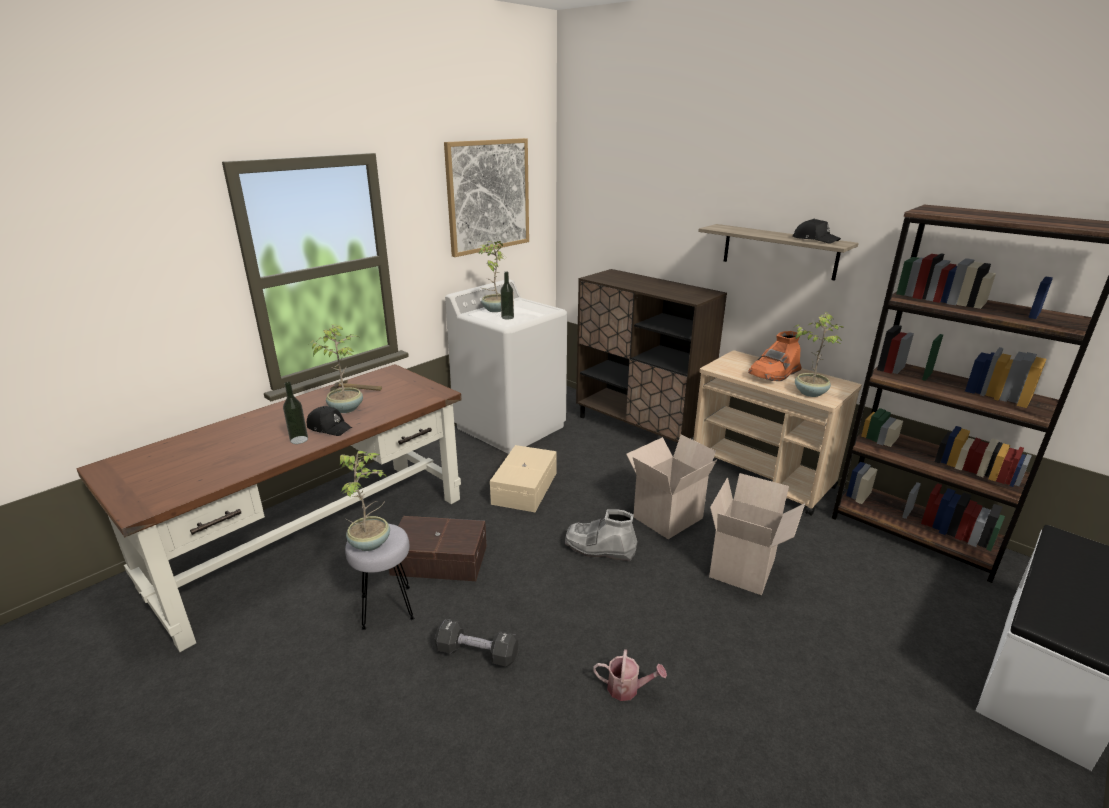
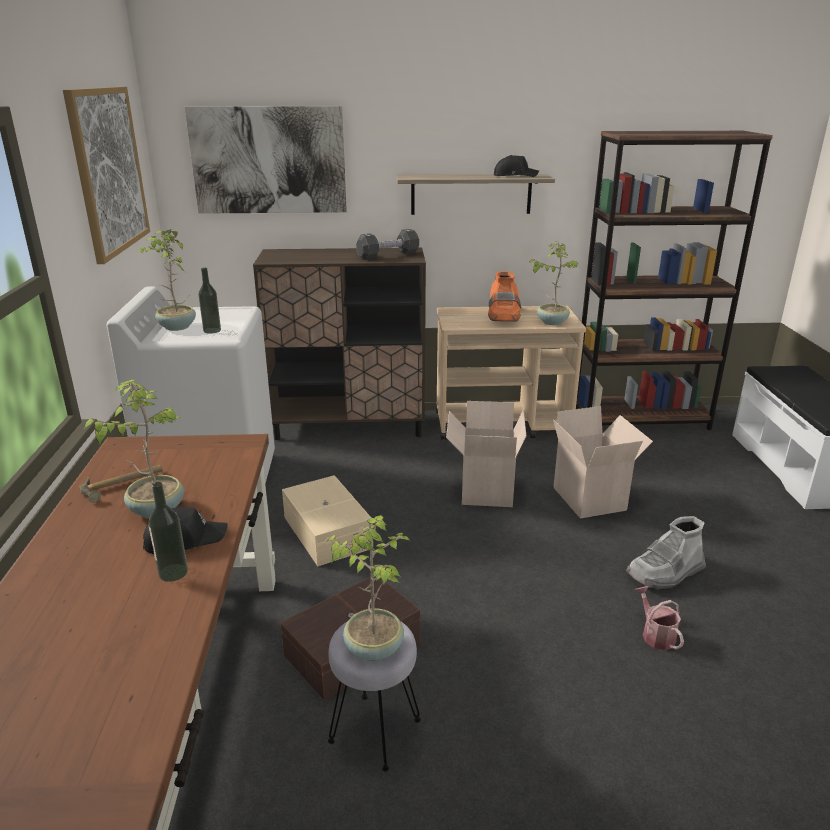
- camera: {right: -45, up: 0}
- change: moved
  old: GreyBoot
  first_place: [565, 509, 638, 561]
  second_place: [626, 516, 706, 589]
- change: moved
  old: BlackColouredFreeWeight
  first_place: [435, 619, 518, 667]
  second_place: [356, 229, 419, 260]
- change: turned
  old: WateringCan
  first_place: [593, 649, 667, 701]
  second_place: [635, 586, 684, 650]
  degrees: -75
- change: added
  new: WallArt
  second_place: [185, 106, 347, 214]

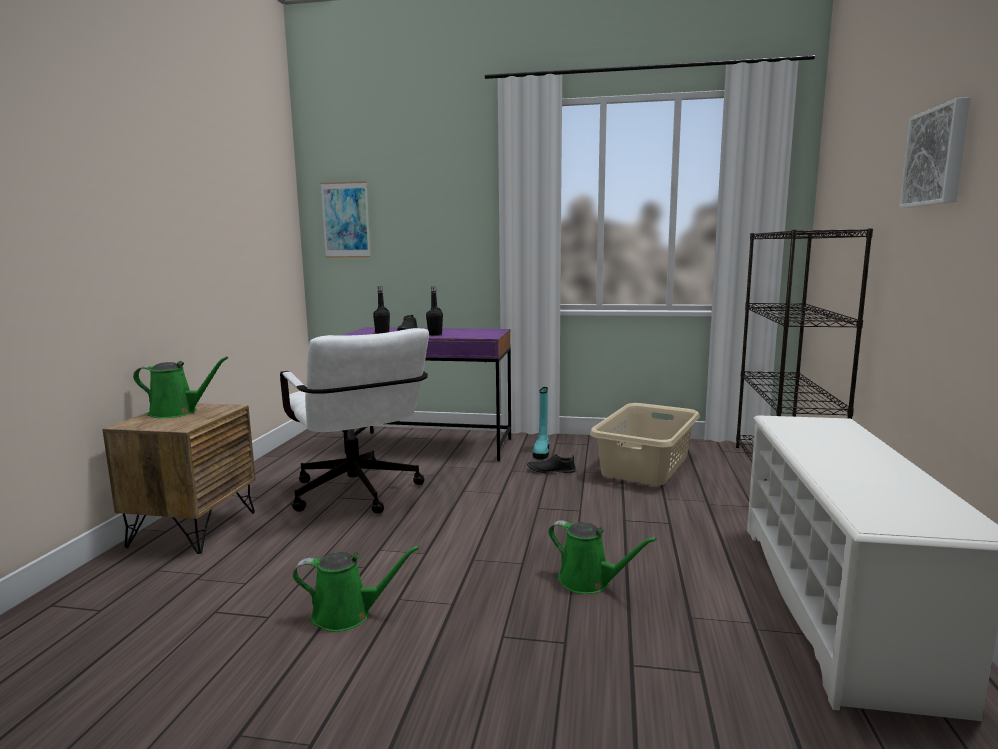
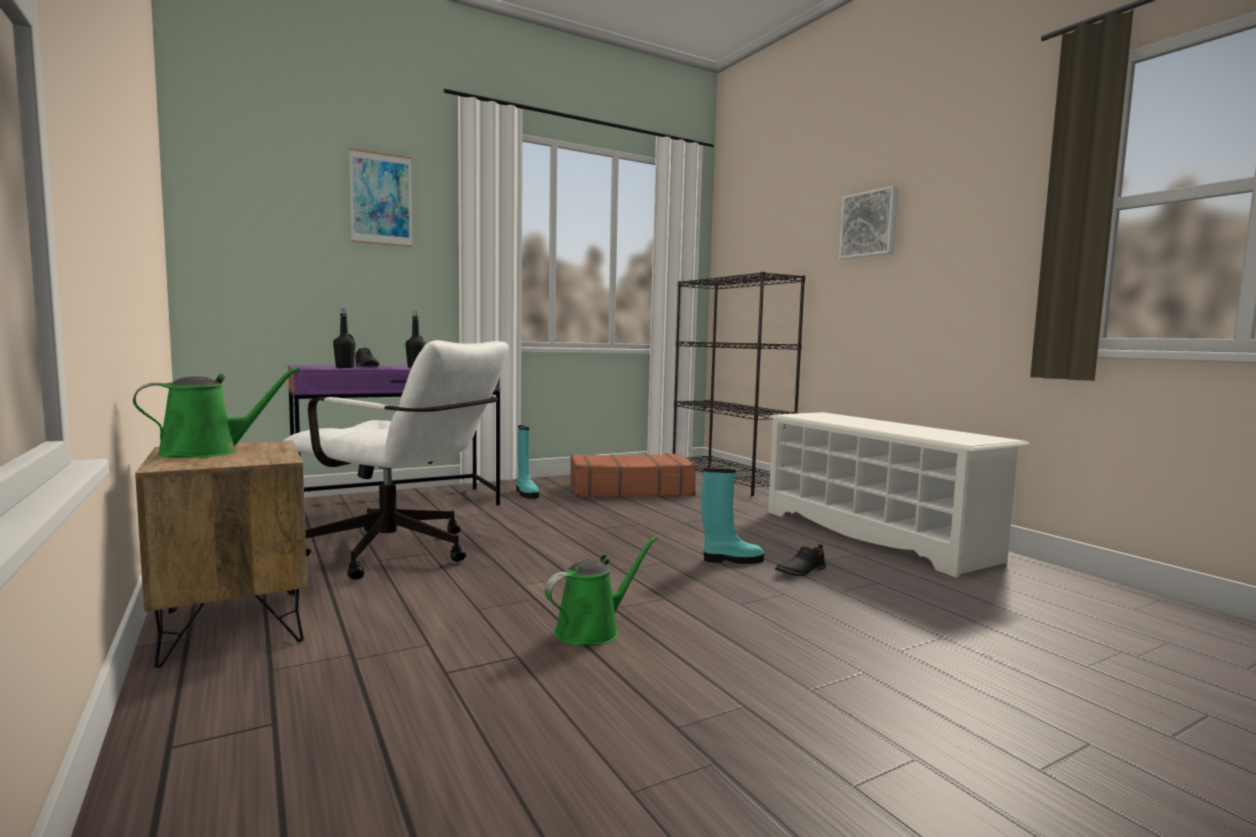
- camera: {right: -40, up: -5}
- change: moved
  old: WallArt
  first_place: [320, 181, 371, 258]
  second_place: [349, 148, 413, 247]
- change: replaced
  old: BeigeHamper
  new: BrownishSuitcase
  first_place: [590, 403, 700, 485]
  second_place: [570, 453, 696, 498]
- change: moved
  old: BlackColouredItemOfFootwear
  first_place: [527, 454, 576, 473]
  second_place: [775, 544, 826, 576]
- change: replaced
  old: GreenishWateringCan
  new: BlueGreenBoot
  first_place: [548, 520, 657, 594]
  second_place: [701, 469, 764, 564]

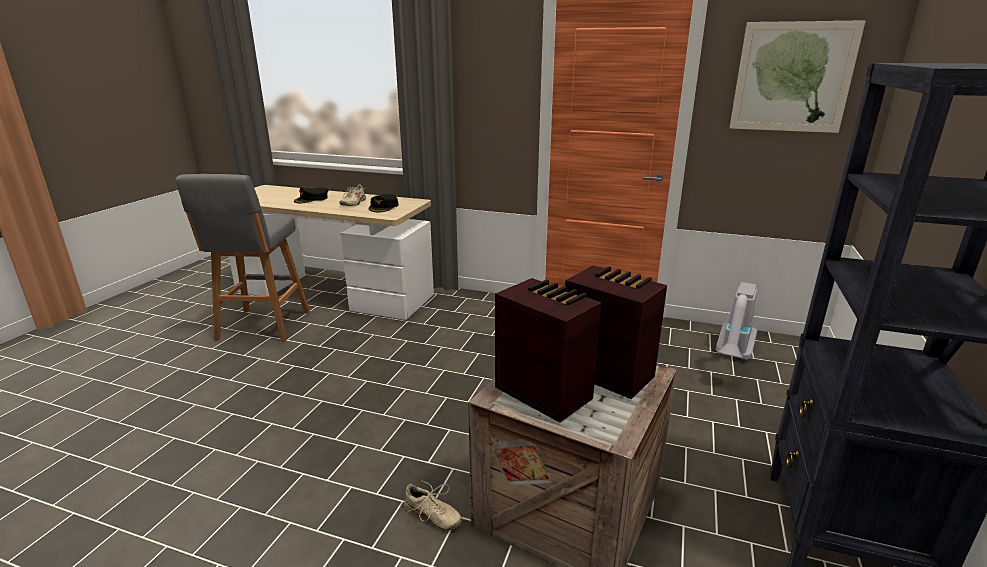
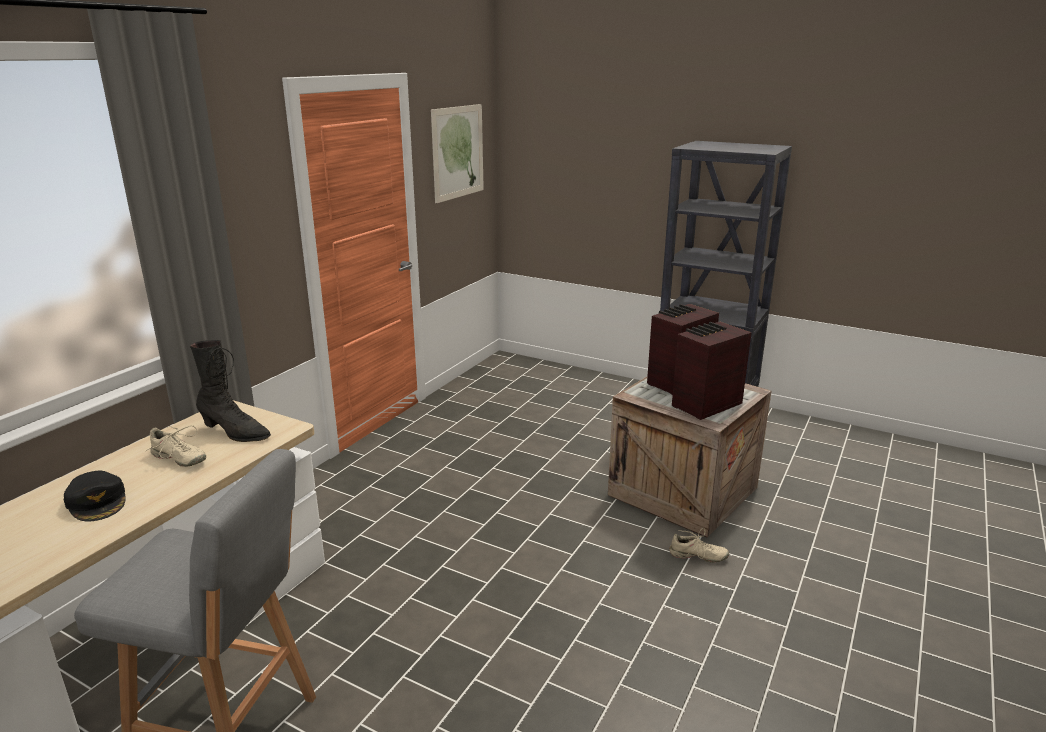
- camera: {right: -80, up: 0}
- change: replaced
  old: BlackColouredCap
  new: BlackColouredBoot
  first_place: [368, 194, 399, 212]
  second_place: [190, 340, 271, 442]
- change: removed
  old: VacuumCleaner
  first_place: [716, 282, 757, 361]
- change: turned
  old: BeigeItemOfFootwear
  first_place: [404, 480, 462, 530]
  second_place: [669, 527, 729, 563]
  degrees: 60

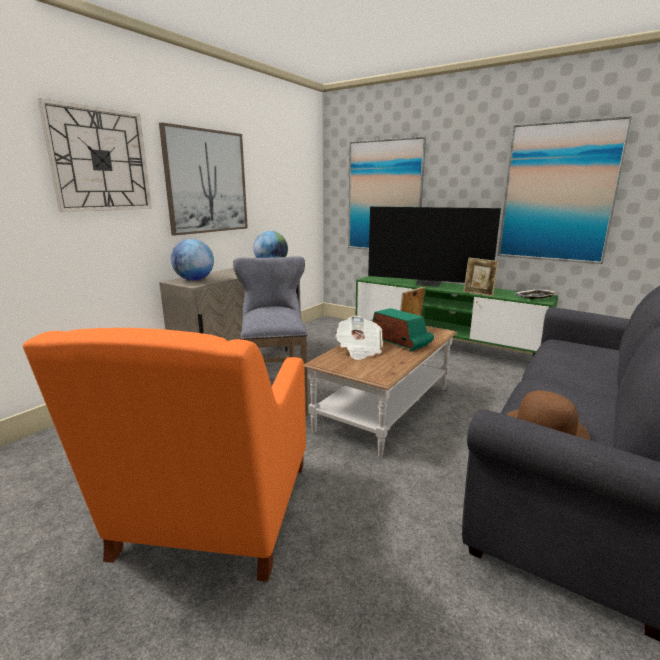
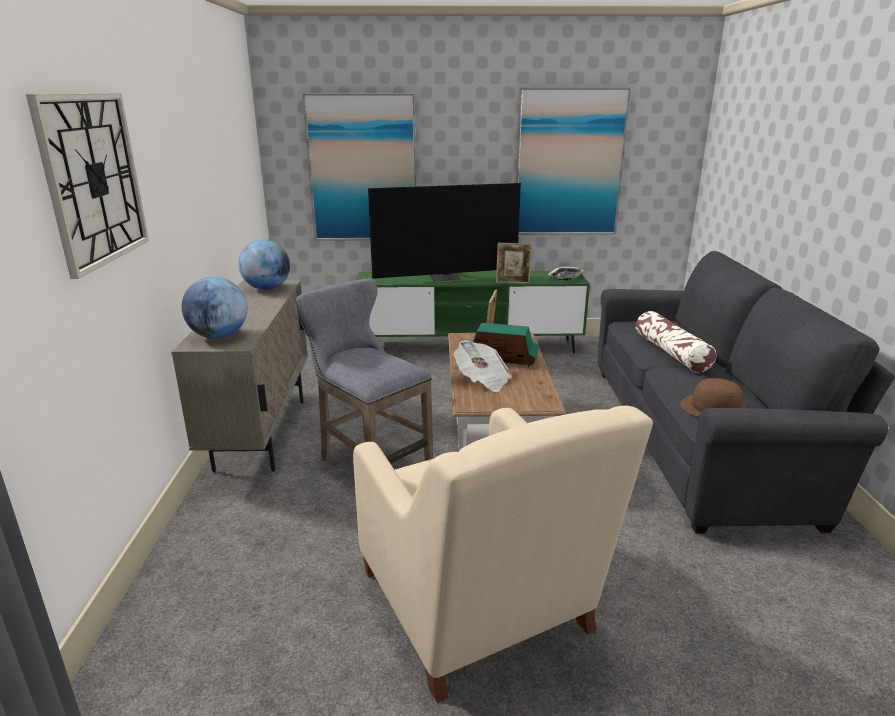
- camera: {right: -35, up: 5}
- change: removed
  old: WallArt
  first_place: [159, 122, 248, 236]
- change: recoloured
  old: OrangeColouredEasyChair
  new: BeigeEasyChair
  first_place: [23, 328, 306, 582]
  second_place: [353, 406, 653, 703]
- change: added
  new: Cushion
  second_place: [636, 311, 717, 373]

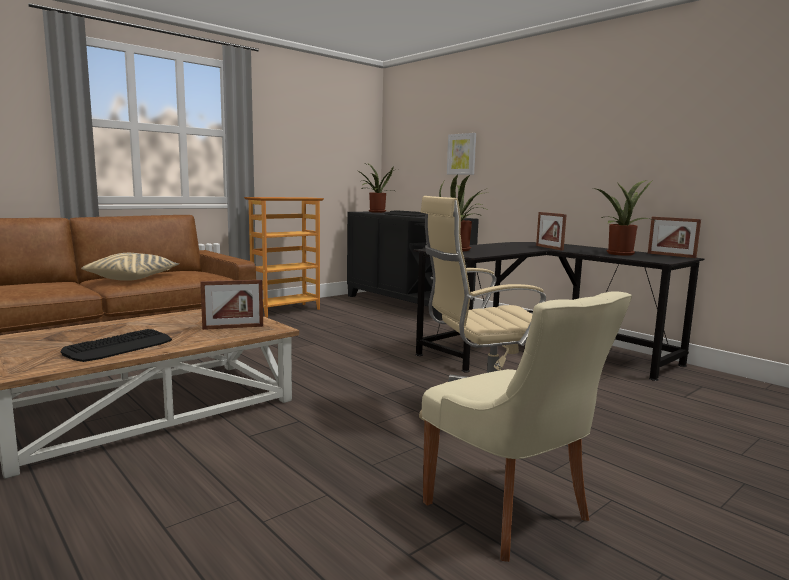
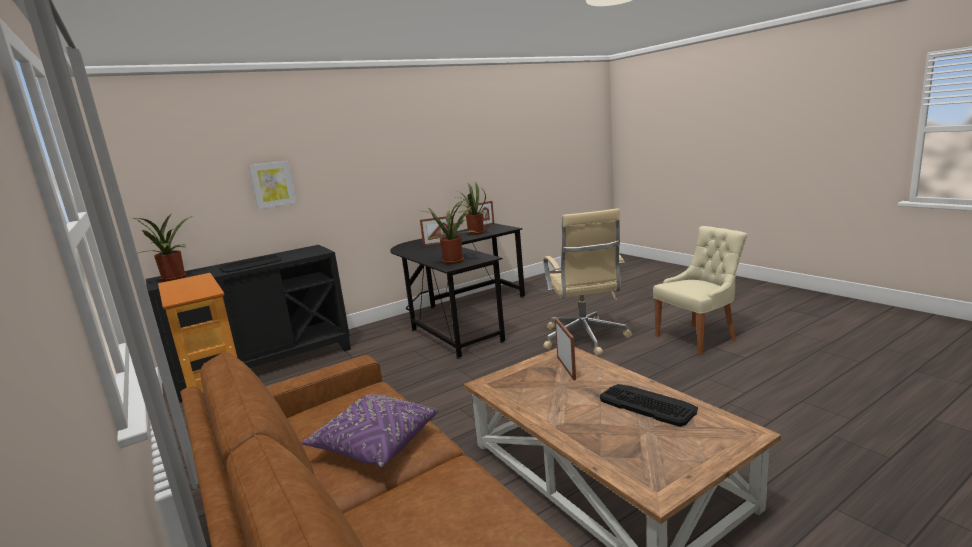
- camera: {right: -80, up: 5}
- change: recoloured
  old: BeigeCushion
  new: PurplishCushion
  first_place: [81, 253, 179, 281]
  second_place: [301, 394, 439, 468]

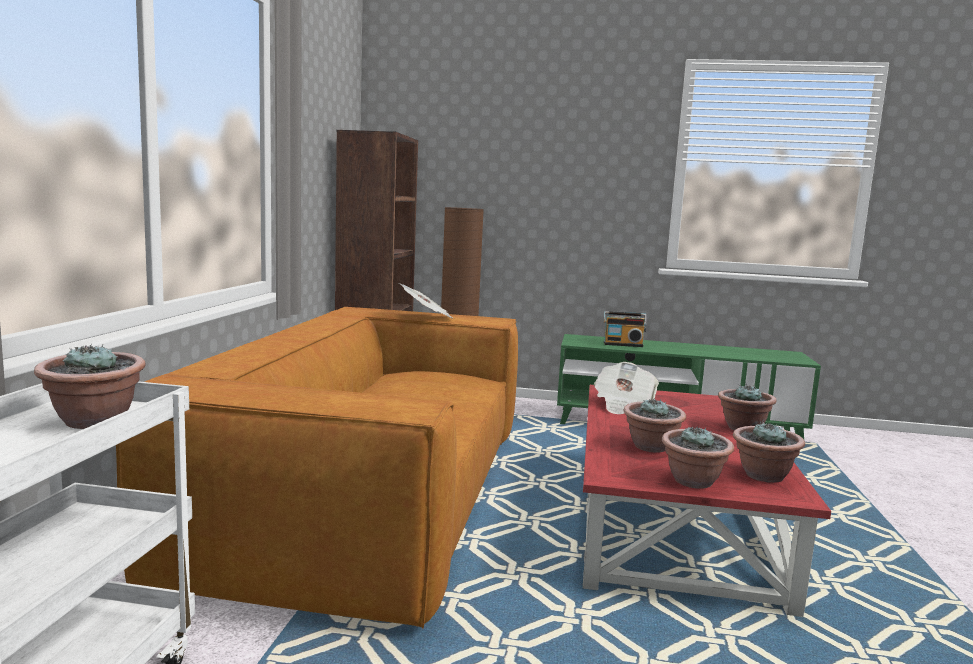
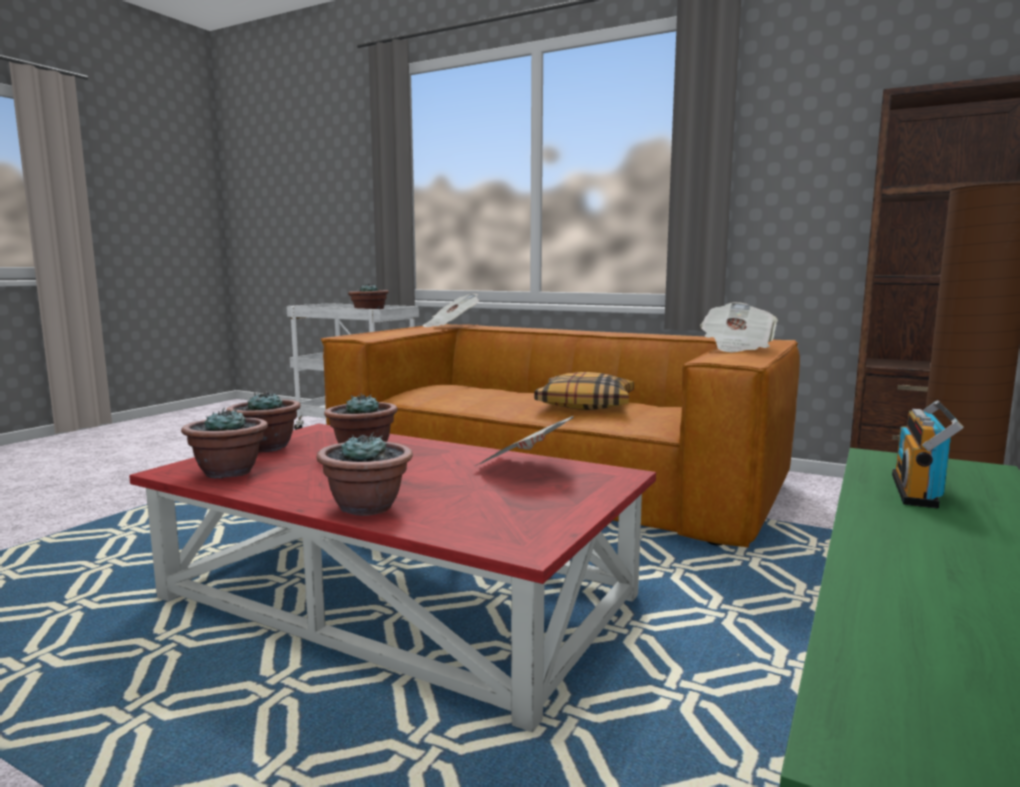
- camera: {right: 110, up: 0}
- change: added
  new: DailyPaper
  second_place: [422, 293, 479, 327]
- change: added
  new: Cushion
  second_place: [534, 372, 634, 410]

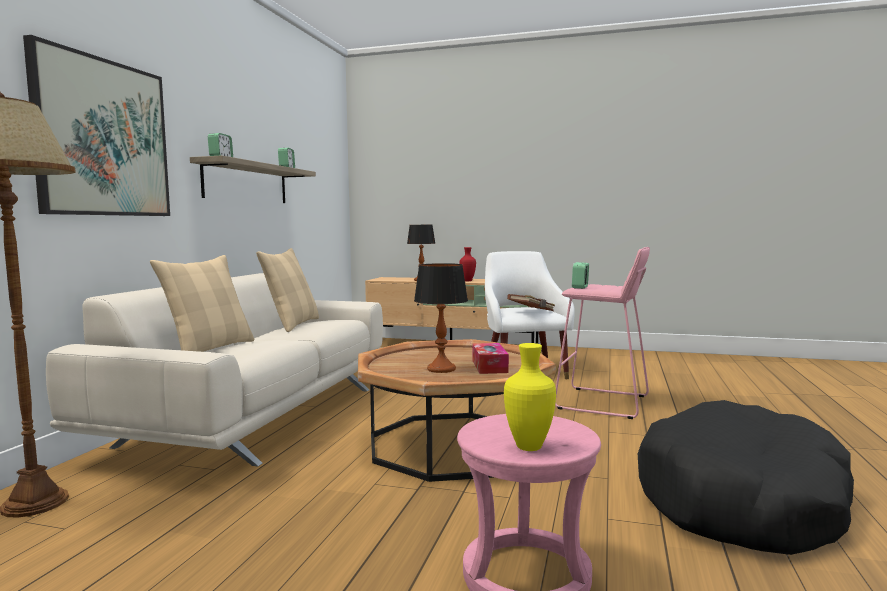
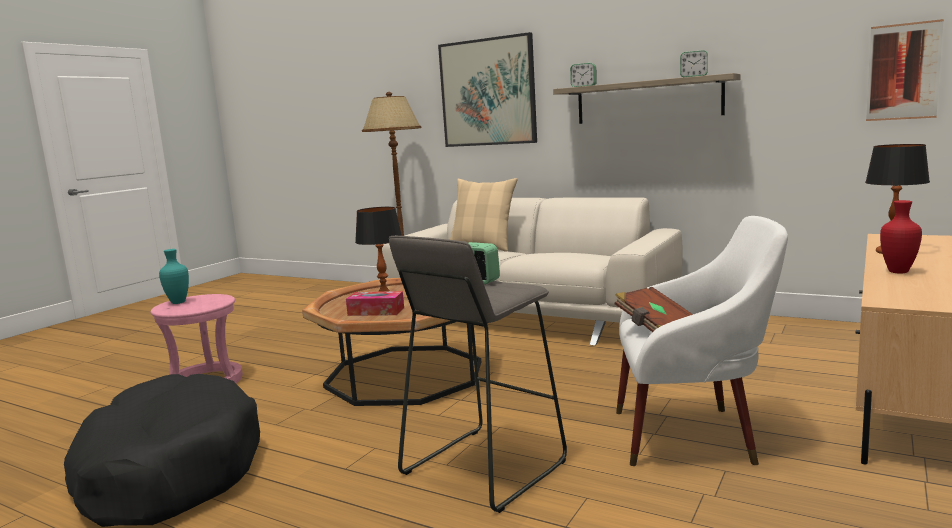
- camera: {right: 105, up: 5}
- change: recoloured
  old: PinkishStoolSeat
  new: GreyStoolSeat
  first_place: [555, 247, 650, 419]
  second_place: [389, 235, 567, 513]
- change: removed
  old: BeigeCushion
  first_place: [256, 248, 319, 332]
- change: recoloured
  old: YellowishDecorativeVase
  new: BlueGreenDecorativeVase
  first_place: [504, 343, 556, 451]
  second_place: [159, 249, 189, 304]
- change: added
  new: WallArt
  second_place: [866, 19, 944, 121]

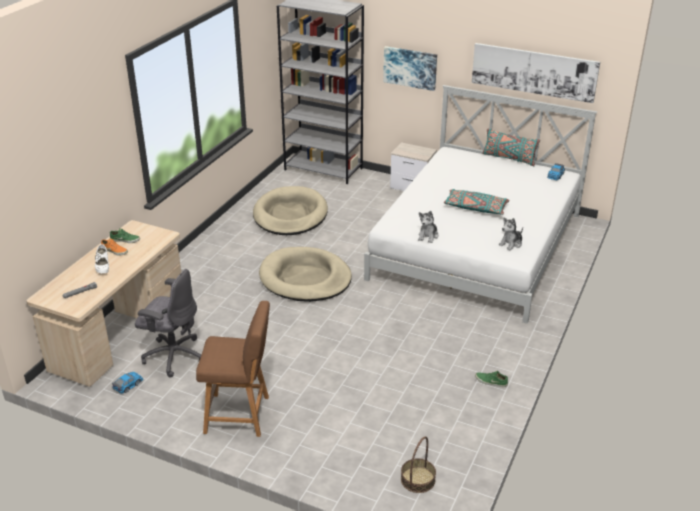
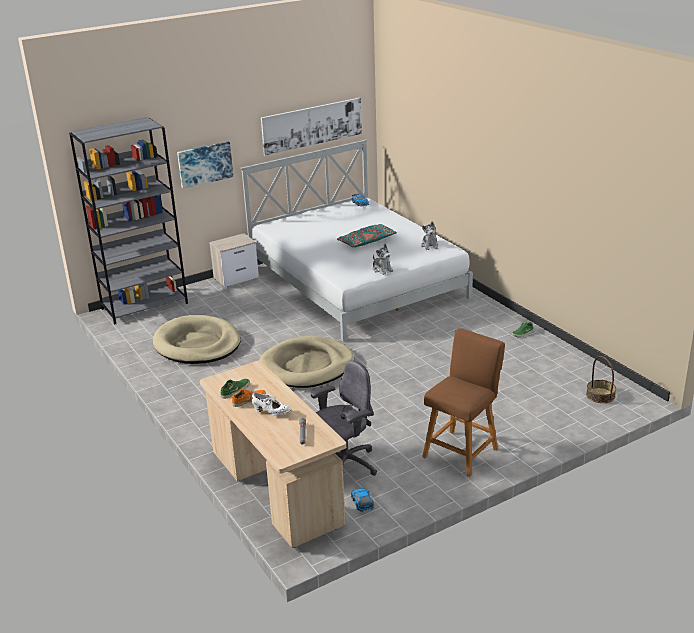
- camera: {right: -55, up: -5}
- change: removed
  old: BlueGreenCushion
  first_place: [483, 129, 540, 166]

